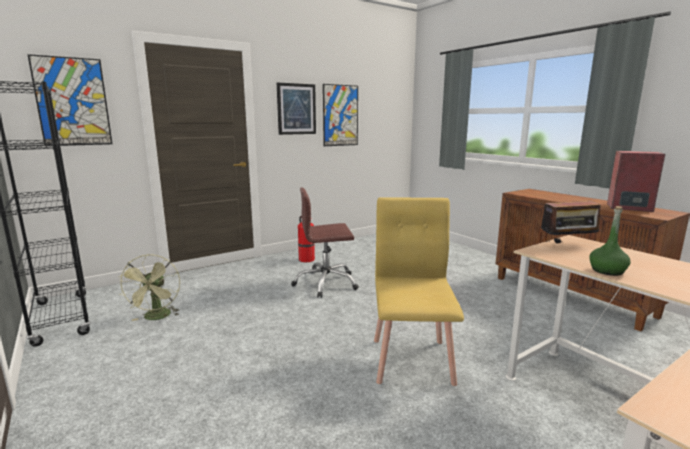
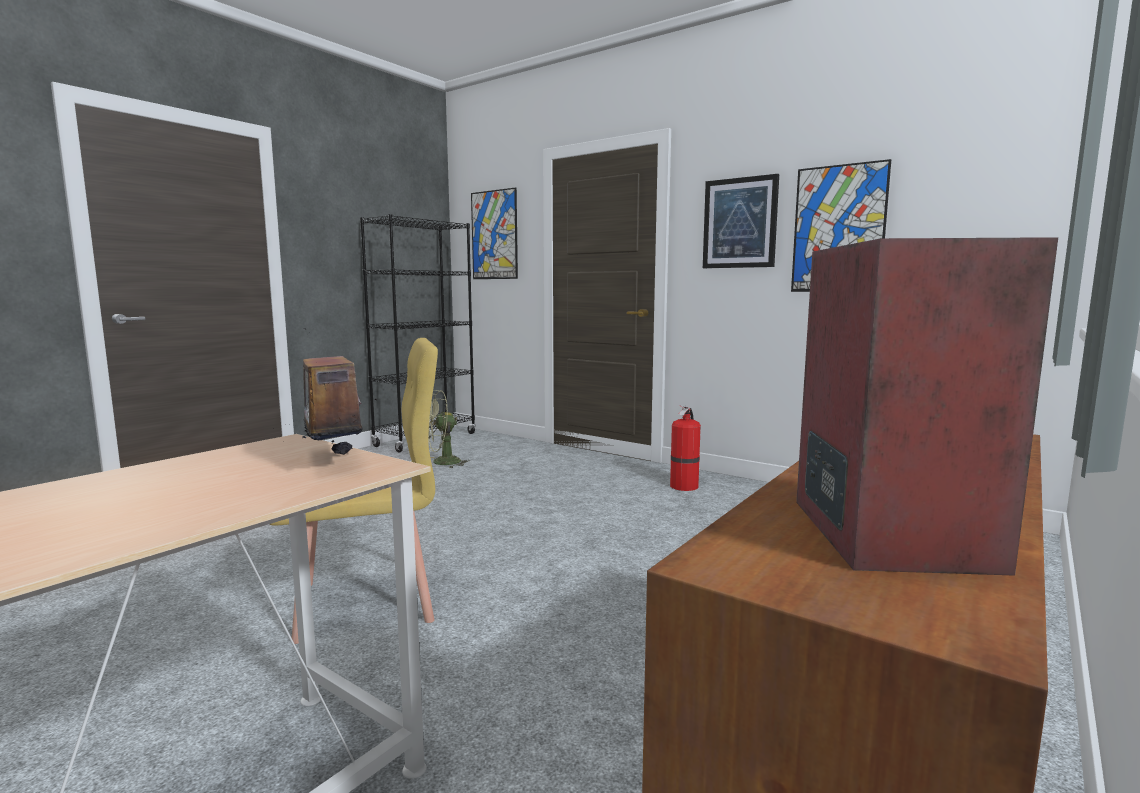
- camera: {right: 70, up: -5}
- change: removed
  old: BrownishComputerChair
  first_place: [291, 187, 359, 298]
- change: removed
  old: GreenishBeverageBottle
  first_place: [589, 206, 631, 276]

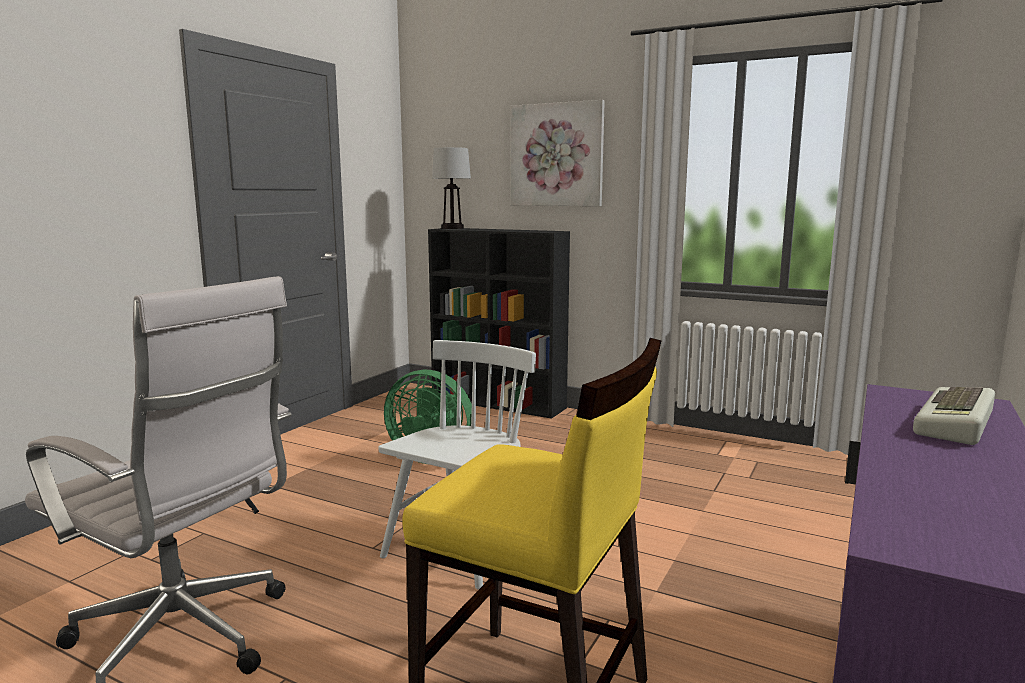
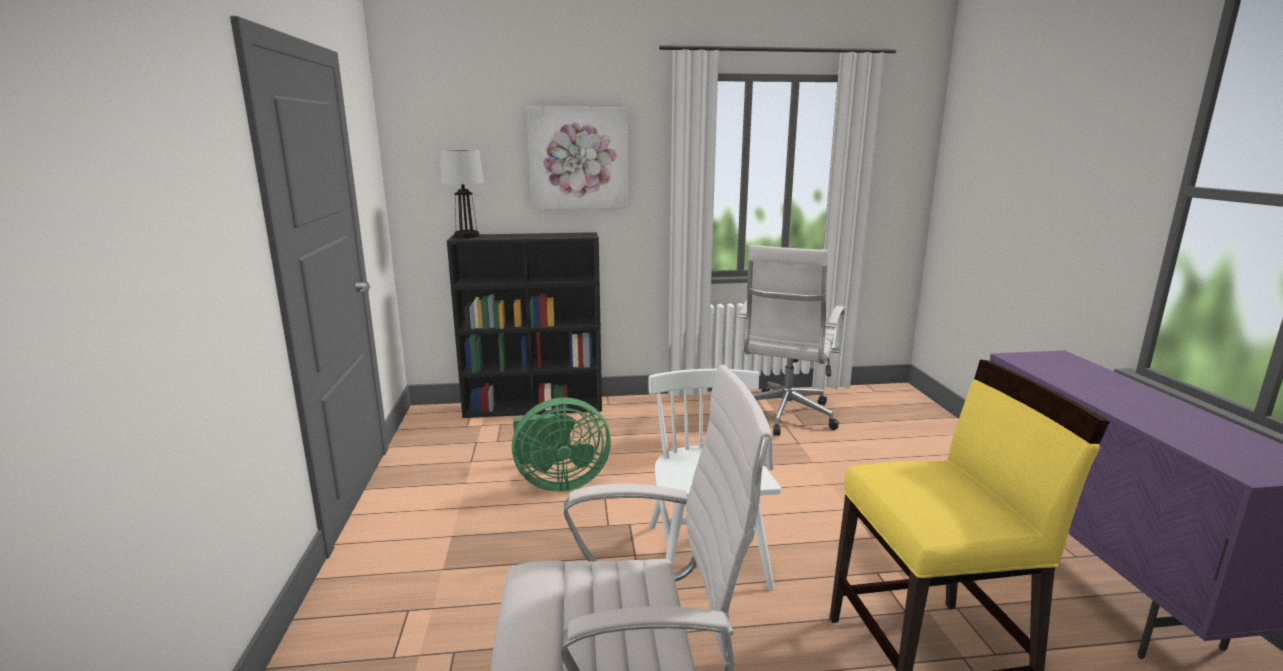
- camera: {right: -35, up: 5}
- change: removed
  old: ComputerKeyboard
  first_place: [913, 387, 995, 445]
- change: added
  new: WhiteComputerChair
  second_place: [737, 245, 845, 436]

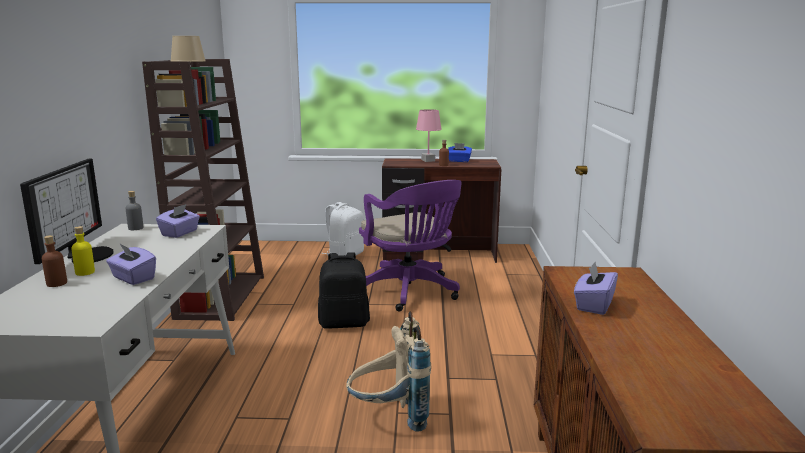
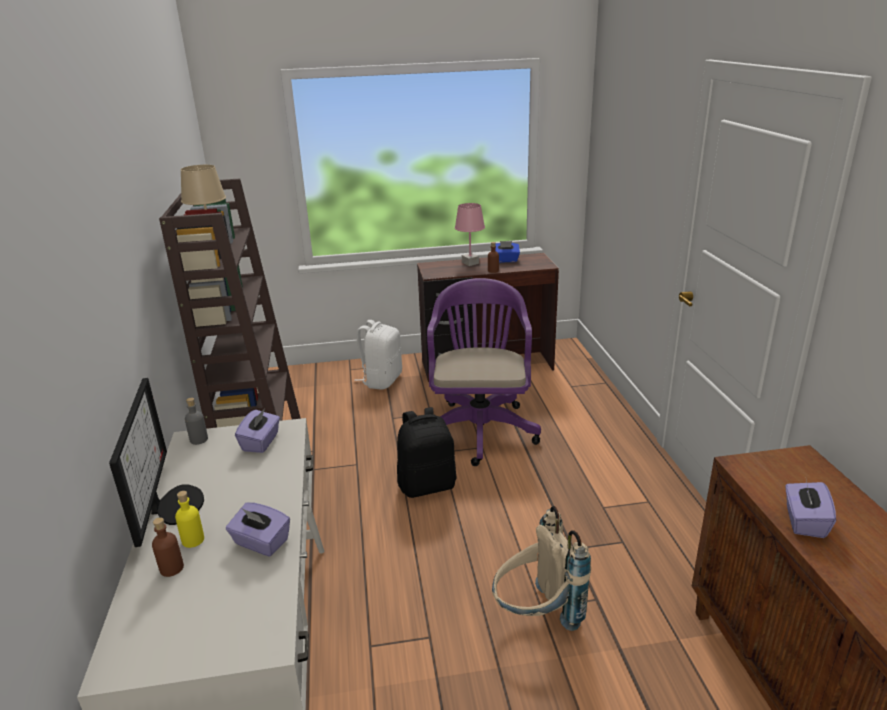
- camera: {right: -10, up: 10}
- change: turned
  old: PurplishComputerChair
  first_place: [359, 180, 462, 311]
  second_place: [427, 278, 541, 466]
  degrees: -135

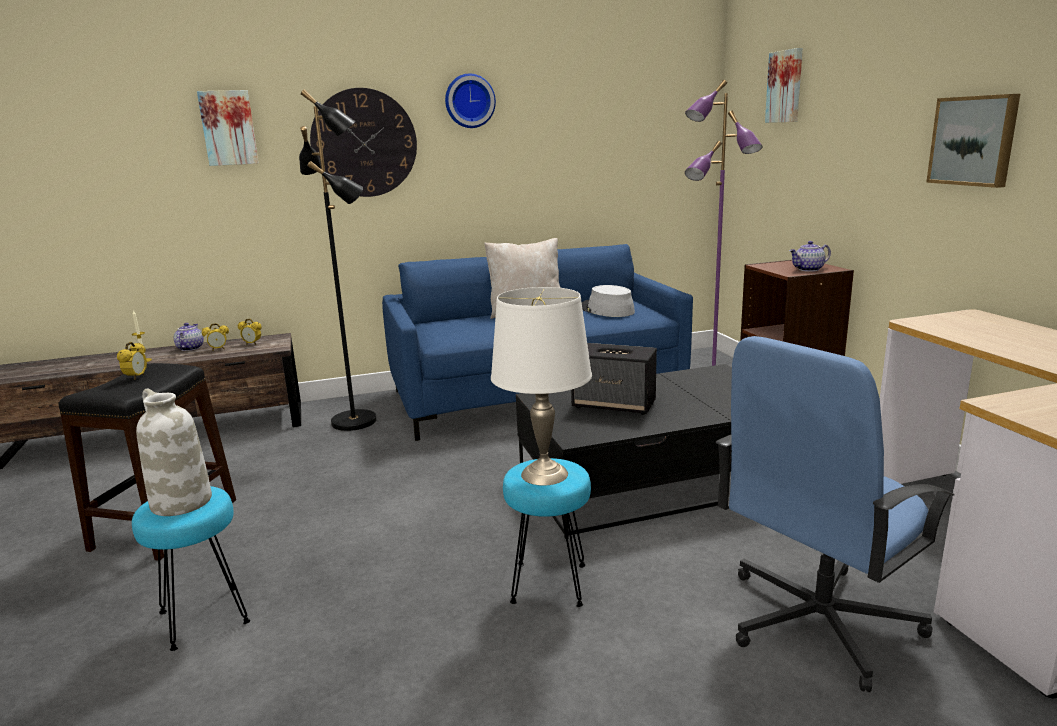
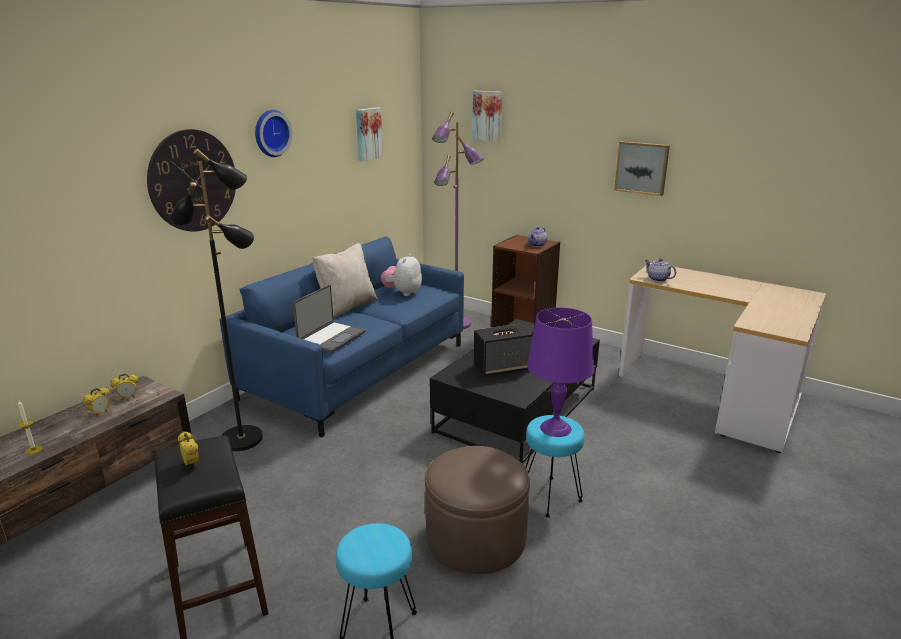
- camera: {right: -40, up: 5}
- change: moved
  old: WallArt
  first_place: [197, 90, 259, 166]
  second_place: [356, 107, 383, 162]
- change: replaced
  old: GreyWearableHat
  new: SoftToy
  first_place: [581, 285, 635, 317]
  second_place: [381, 253, 422, 296]
- change: recoloured
  old: WhiteTabletopLamp
  new: PurplishTabletopLamp
  first_place: [491, 287, 592, 486]
  second_place: [527, 308, 594, 437]
- change: moved
  old: TeaPot
  first_place: [174, 323, 204, 351]
  second_place: [645, 258, 676, 282]
- change: removed
  old: BluishComputerChair
  first_place: [716, 336, 955, 692]
- change: removed
  old: WhiteDecorativeVase
  first_place: [136, 388, 212, 516]
- change: added
  new: Laptop
  second_place: [293, 285, 366, 353]
- change: added
  new: BrownishPouffe
  second_place: [425, 446, 530, 574]

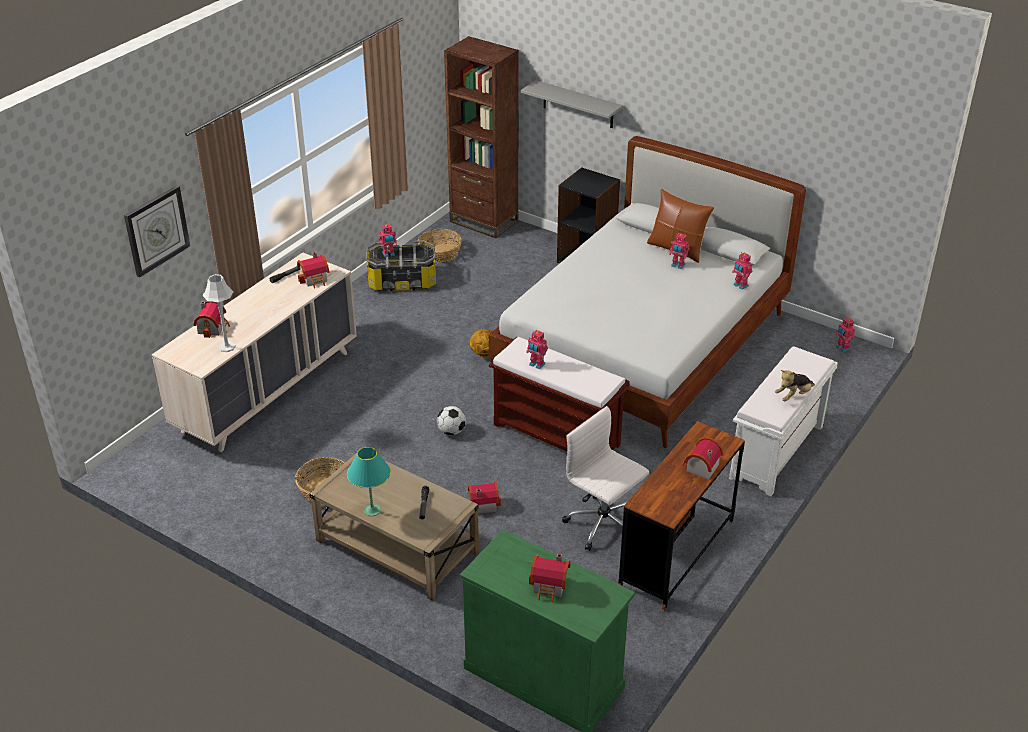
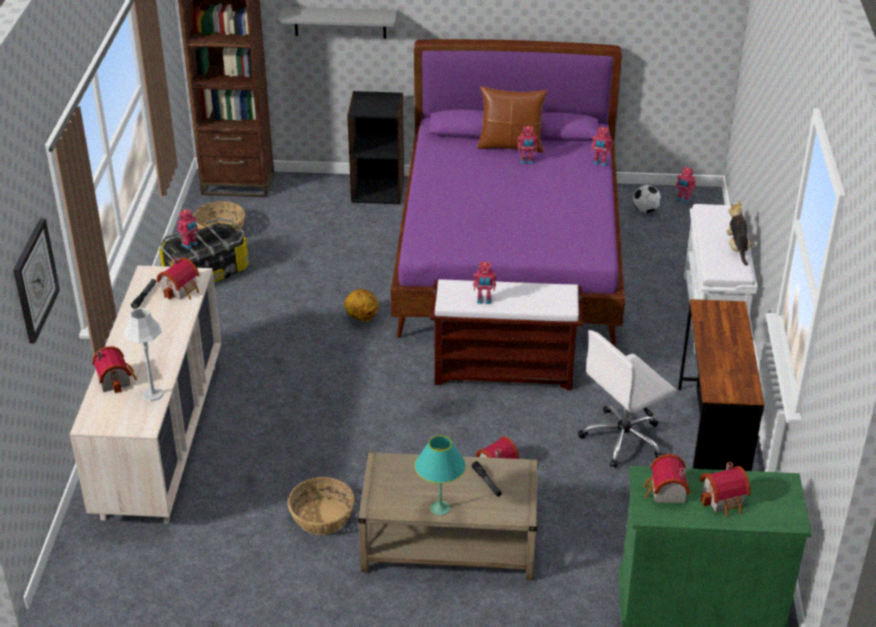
- camera: {right: -30, up: 0}
- change: recoloured
  old: WhiteBed
  new: PurplishBed
  first_place: [489, 136, 806, 448]
  second_place: [391, 39, 625, 346]
- change: turned
  old: SoftToy
  first_place: [775, 370, 815, 401]
  second_place: [726, 200, 754, 266]
  degrees: 150
- change: moved
  old: BallForFootball
  first_place: [437, 406, 466, 435]
  second_place: [633, 185, 661, 213]
- change: turned
  old: WhiteComputerChair
  first_place: [562, 406, 649, 551]
  second_place: [578, 330, 676, 468]
  degrees: -45
- change: moved
  old: ModelHouse
  first_place: [682, 437, 723, 480]
  second_place: [643, 454, 690, 503]

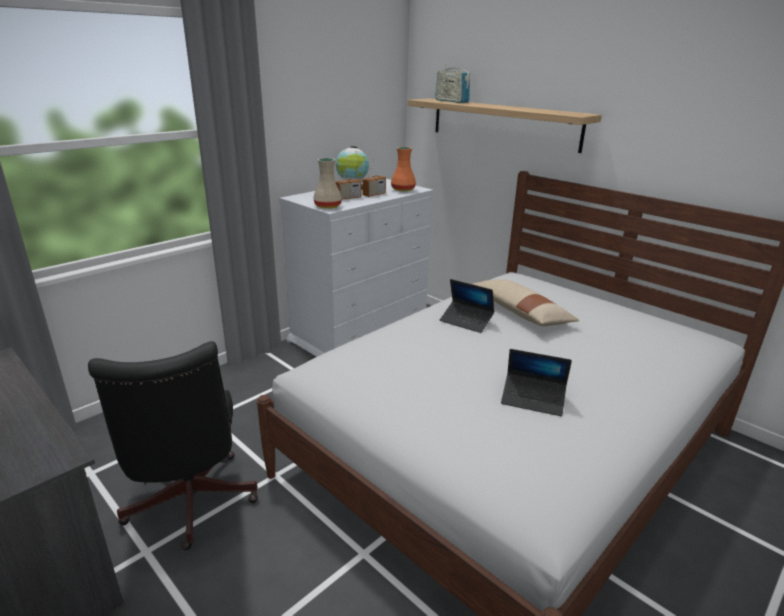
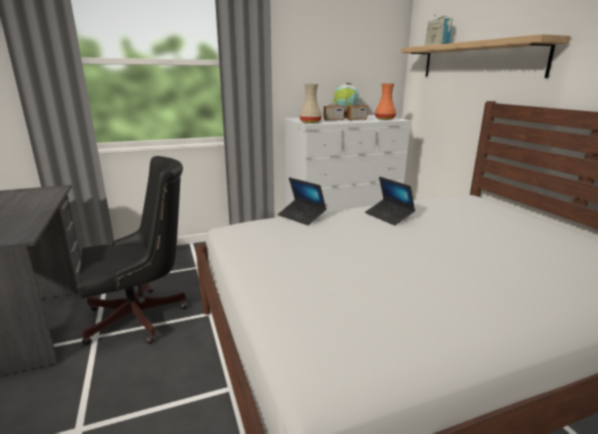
- camera: {right: 25, up: -5}
- change: removed
  old: BeigeCushion
  first_place: [471, 279, 580, 326]
- change: turned
  old: BlackColouredComputerChair
  first_place: [88, 341, 258, 550]
  second_place: [78, 156, 188, 345]
  degrees: -120
- change: moved
  old: Laptop
  first_place: [501, 349, 572, 416]
  second_place: [278, 177, 326, 225]

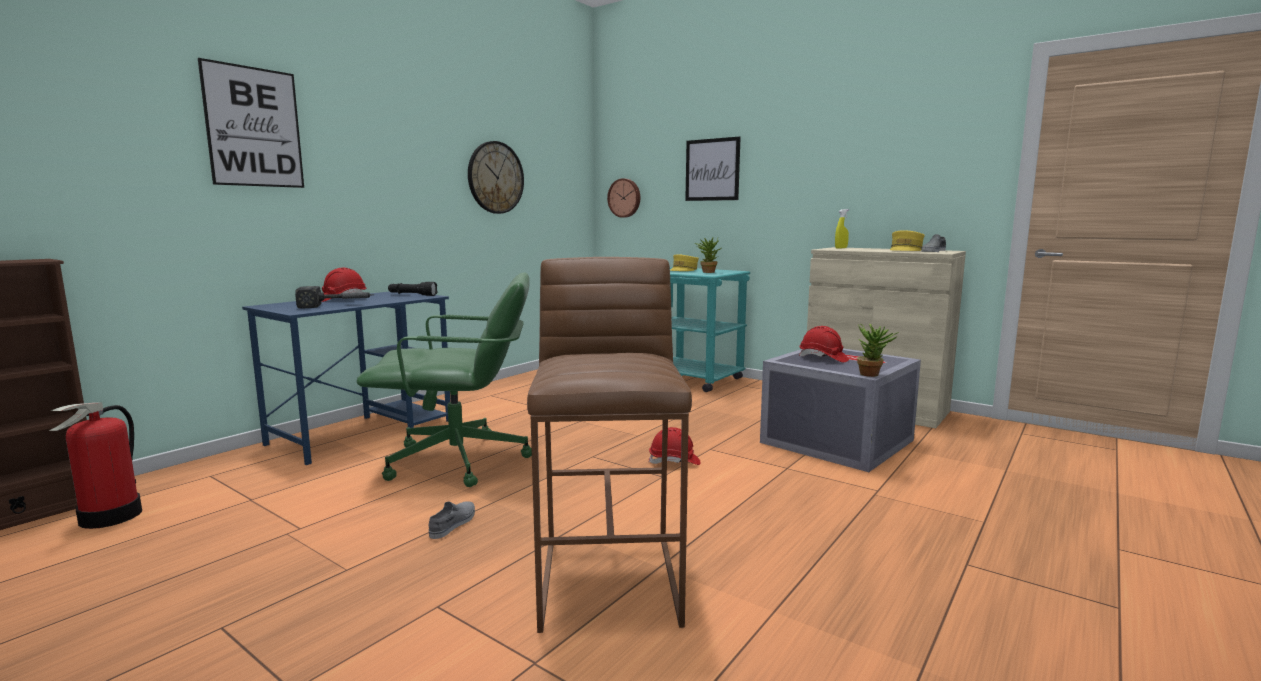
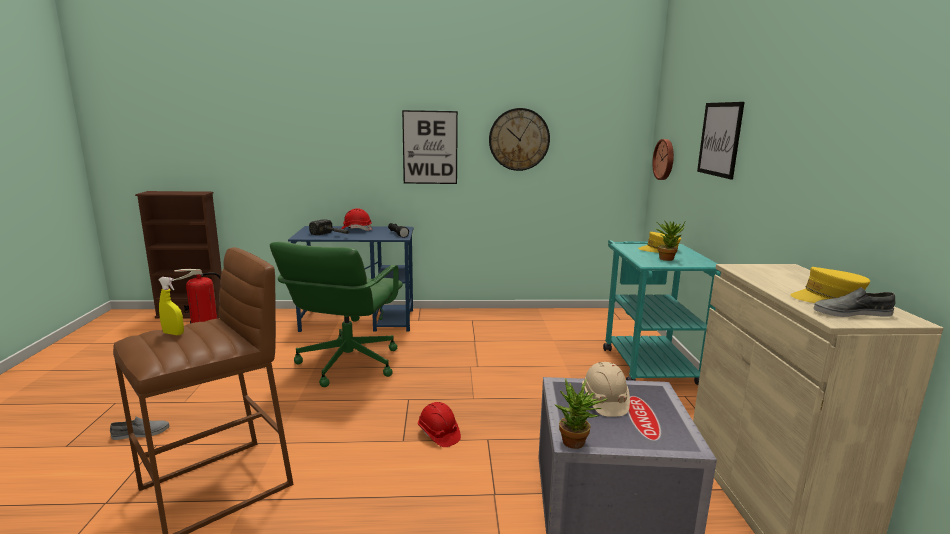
- camera: {right: 50, up: 5}
- change: moved
  old: WallArt
  first_place: [198, 58, 304, 188]
  second_place: [402, 110, 458, 184]
- change: moved
  old: YellowishSprayer
  first_place: [835, 209, 849, 249]
  second_place: [158, 277, 184, 335]
- change: turned
  old: GreenishComputerChair
  first_place: [357, 272, 532, 487]
  second_place: [270, 242, 403, 387]
  degrees: 60
- change: recoloured
  old: RedColouredHardHat
  new: BeigeHardHat
  first_place: [799, 326, 849, 362]
  second_place: [582, 362, 630, 417]
- change: moved
  old: GreyItemOfFootwear
  first_place: [428, 501, 475, 539]
  second_place: [110, 417, 170, 440]

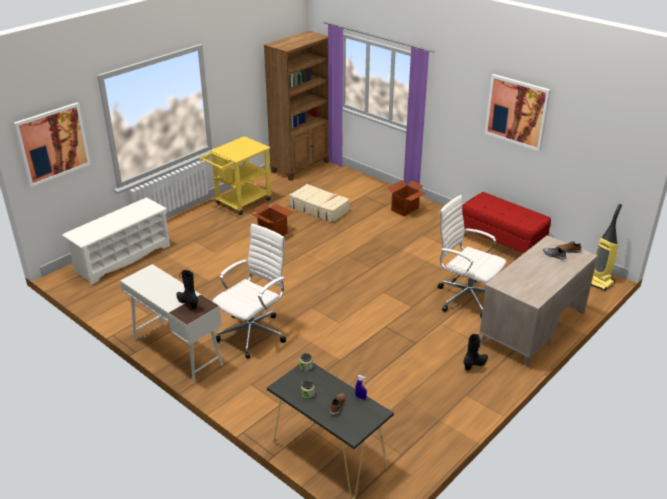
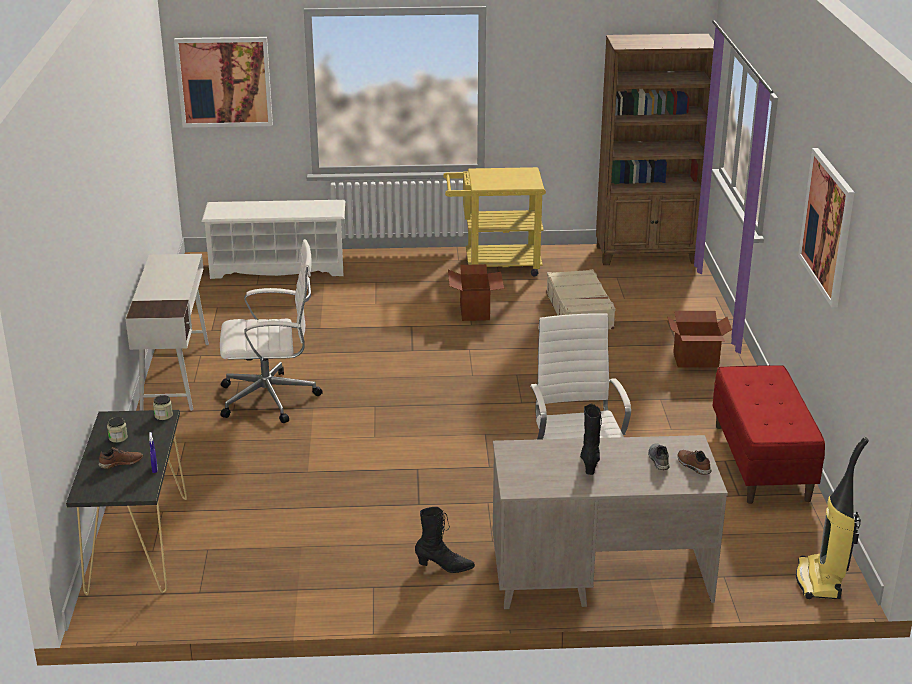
- camera: {right: 45, up: -5}
- change: moved
  old: BlackColouredBoot
  first_place: [176, 270, 198, 309]
  second_place: [580, 403, 602, 475]

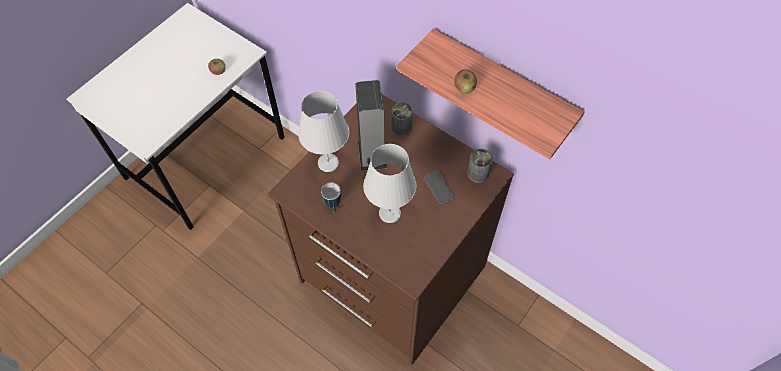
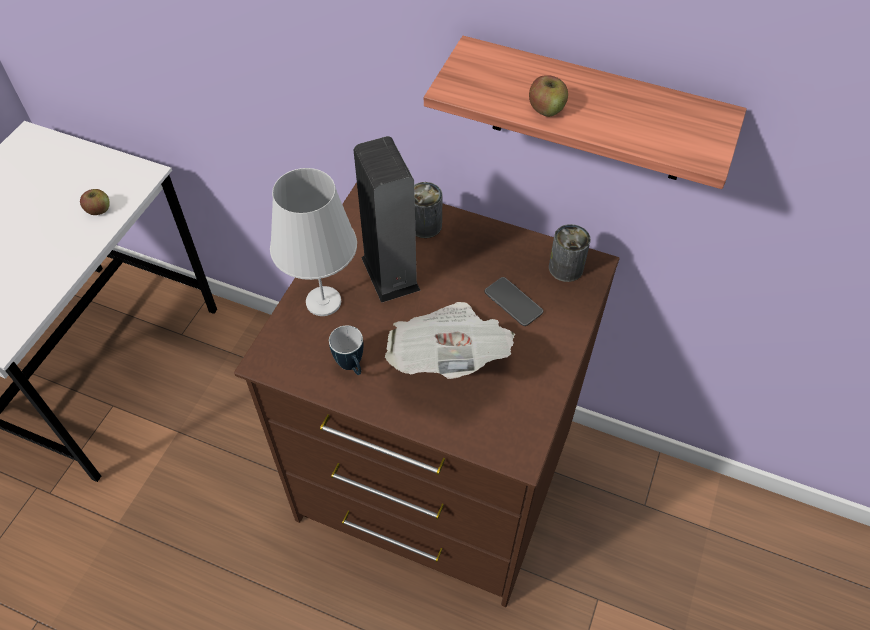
- camera: {right: -15, up: -5}
- change: replaced
  old: WhiteTabletopLamp
  new: DailyPaper
  first_place: [363, 144, 417, 223]
  second_place: [385, 302, 515, 379]

